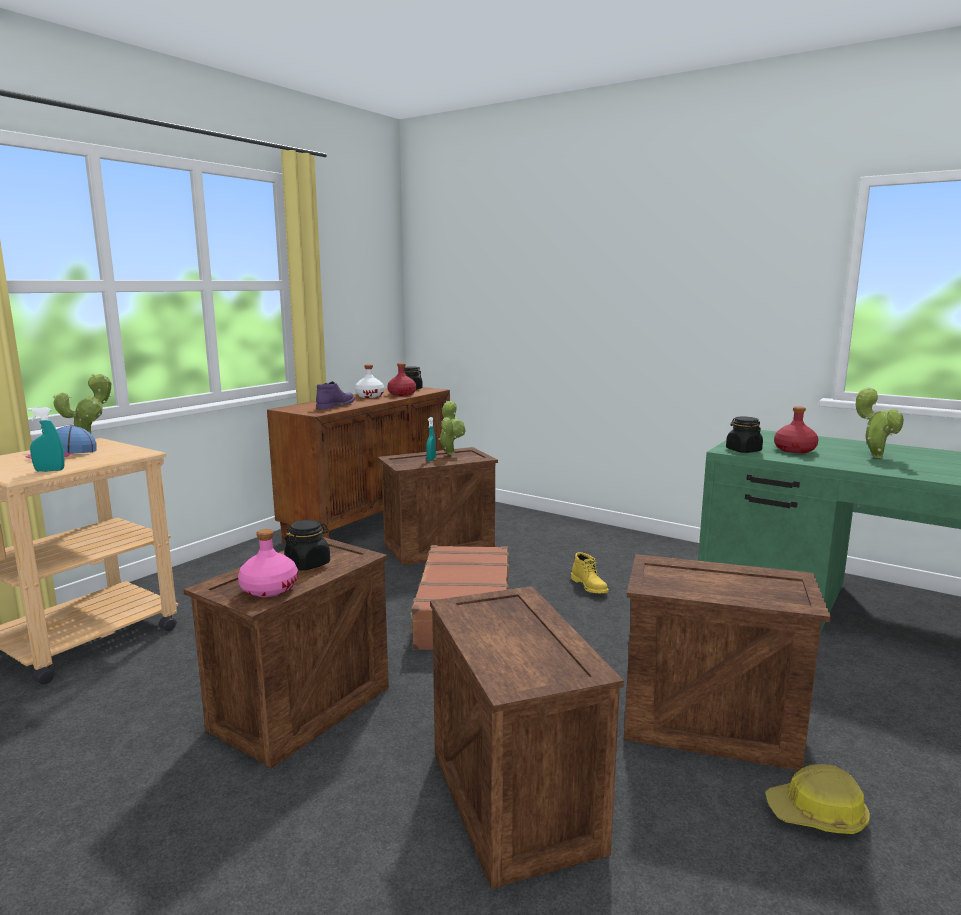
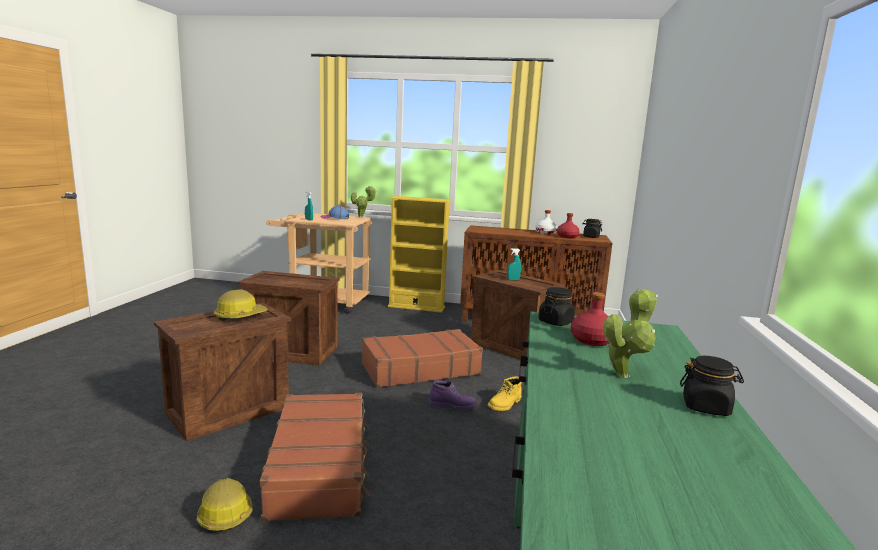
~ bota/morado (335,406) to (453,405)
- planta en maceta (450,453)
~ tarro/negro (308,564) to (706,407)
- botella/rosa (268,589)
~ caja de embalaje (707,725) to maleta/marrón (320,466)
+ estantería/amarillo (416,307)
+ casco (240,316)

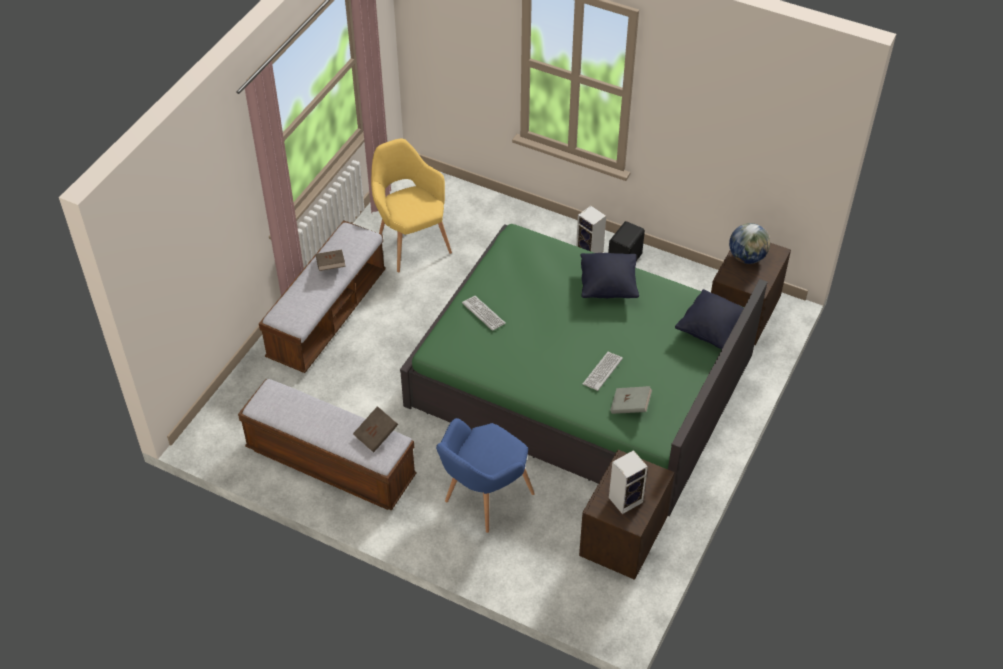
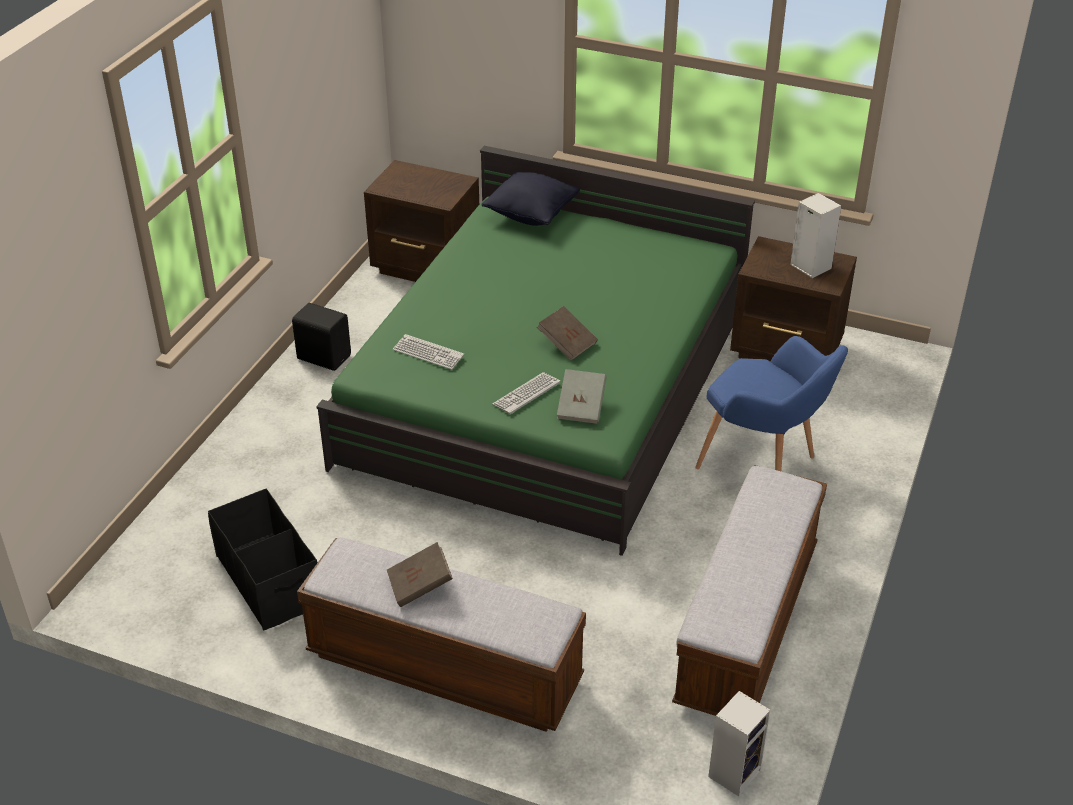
~ sillón/amarillo (410,241) to caja de almacenaje/negro (269,580)
~ altavoz (590,251) to (734,772)
- globo terráqueo (747,257)
- cojín/negro (608,286)
~ teclado (602,371) to (428,353)
~ libro/gris (630,406) to (581,407)
~ libro/marrón (376,435) to (567,343)

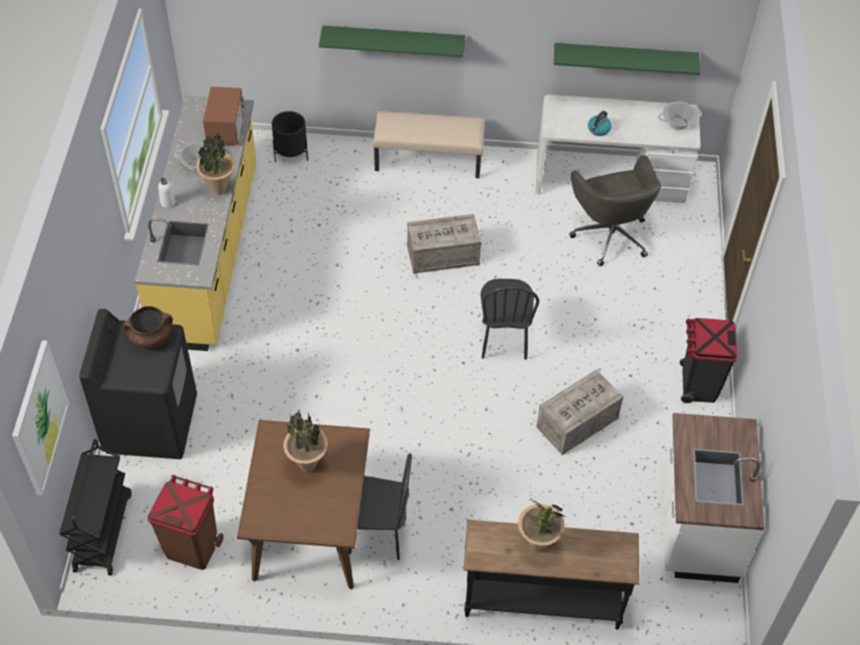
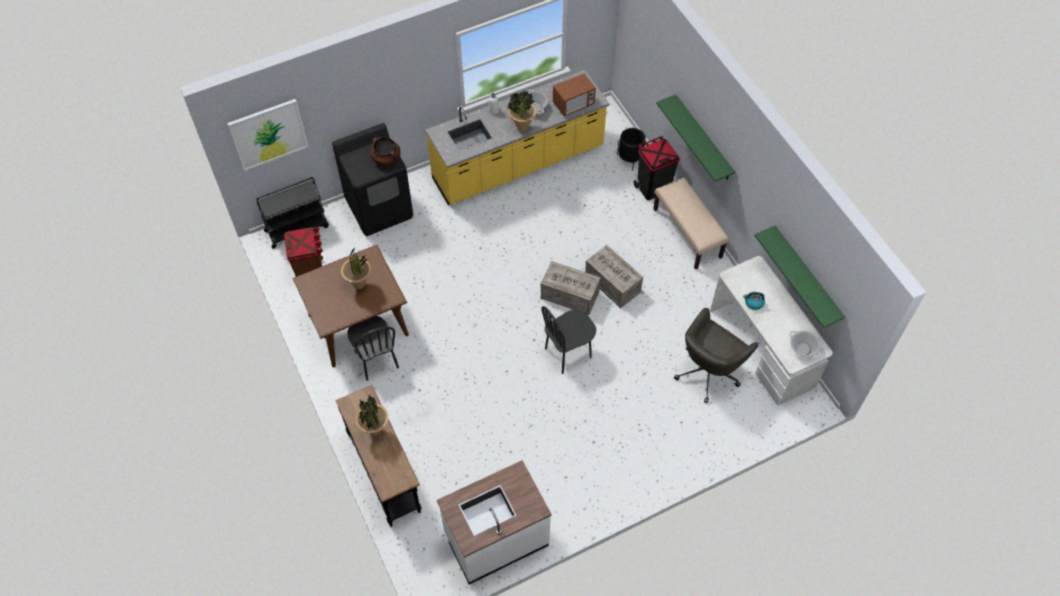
~ papelera/negro (698,385) to (653,187)
~ caja de embalaje (576,423) to (568,295)

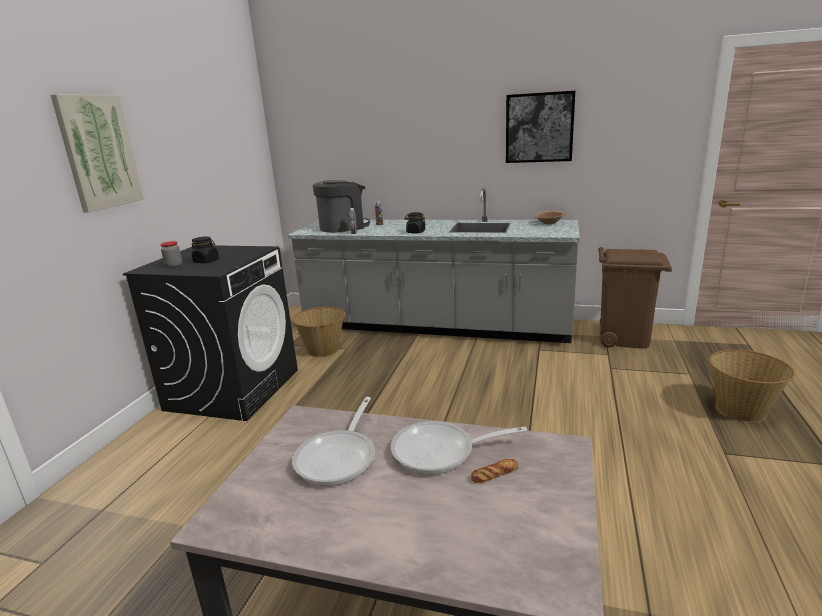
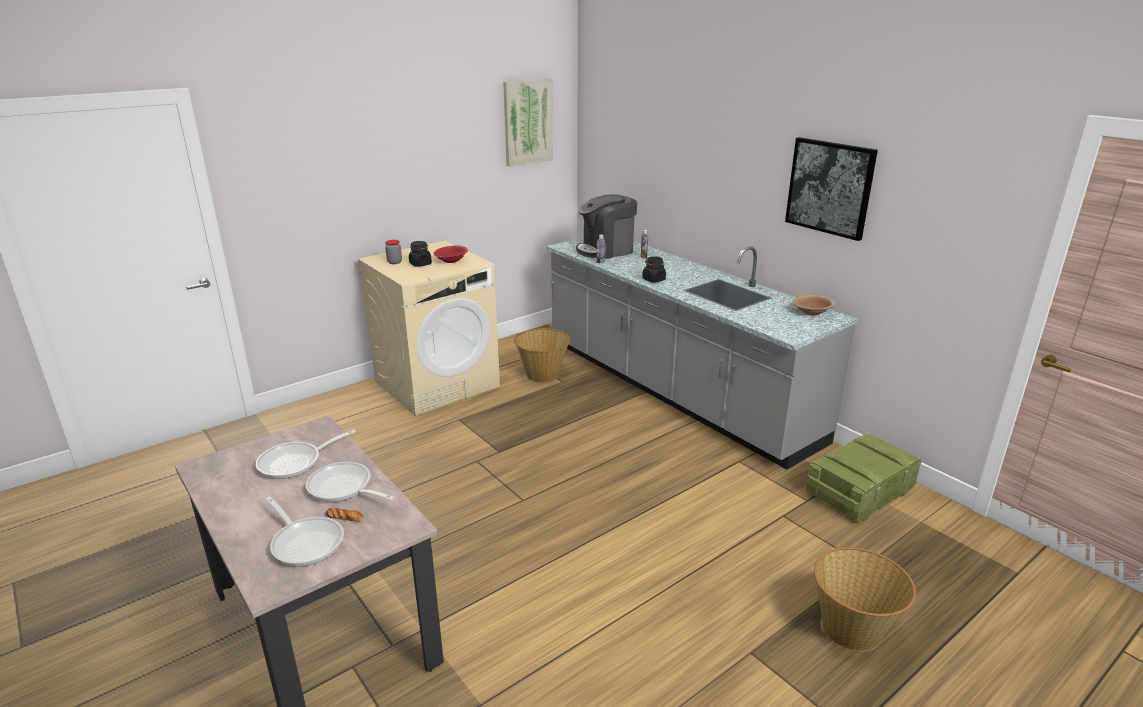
~ cuadro (98,152) to (527,122)
~ cafetera (343,227) = (606,250) 150 degrees clockwise
~ lavadora/negro (234,389) to lavadora/beis (437,383)
~ papelera/marrón (624,338) to caja de embalaje (860,491)
+ cuenco/rojo (451,261)
+ sartén (305,542)

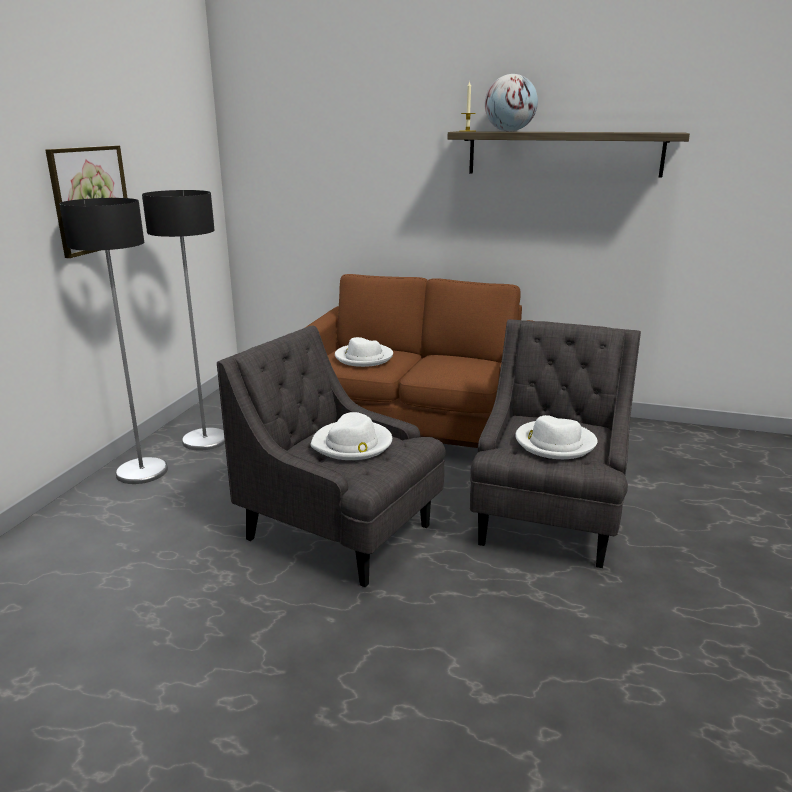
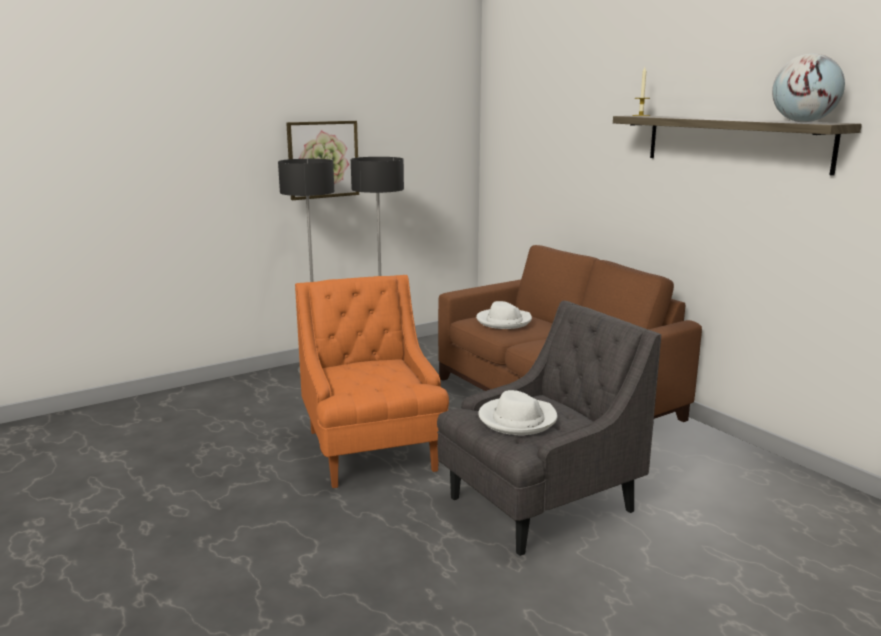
~ globo terráqueo (509,131) to (803,122)
~ sillón/gris (341,533) to sillón/naranja (372,451)
- sombrero/blanco (352,444)

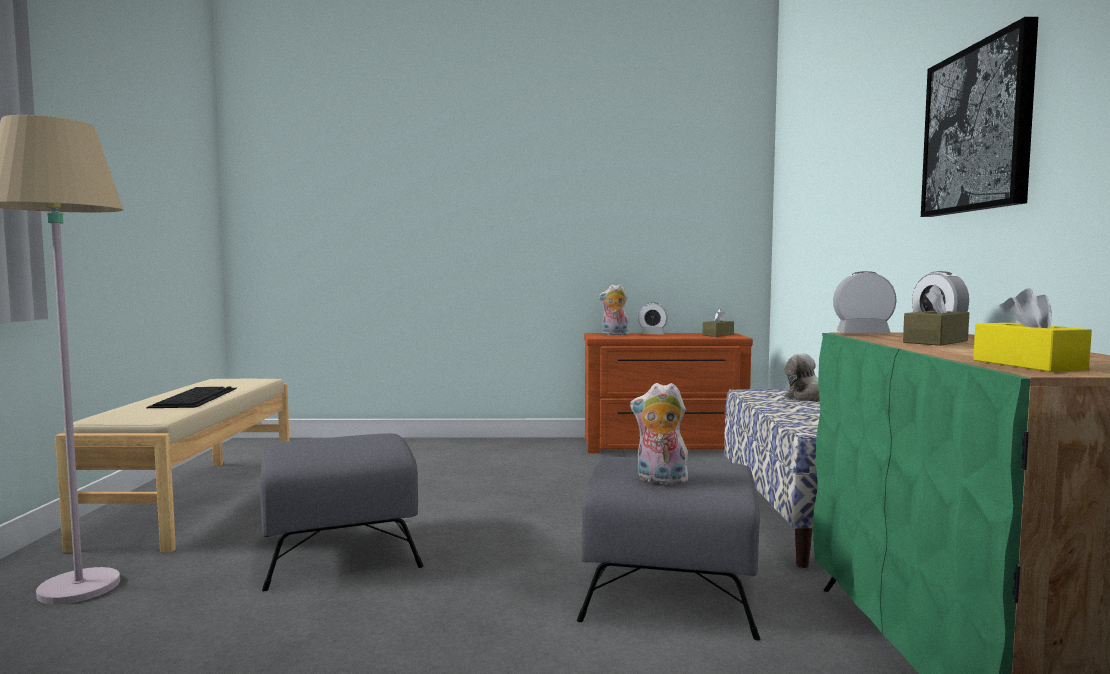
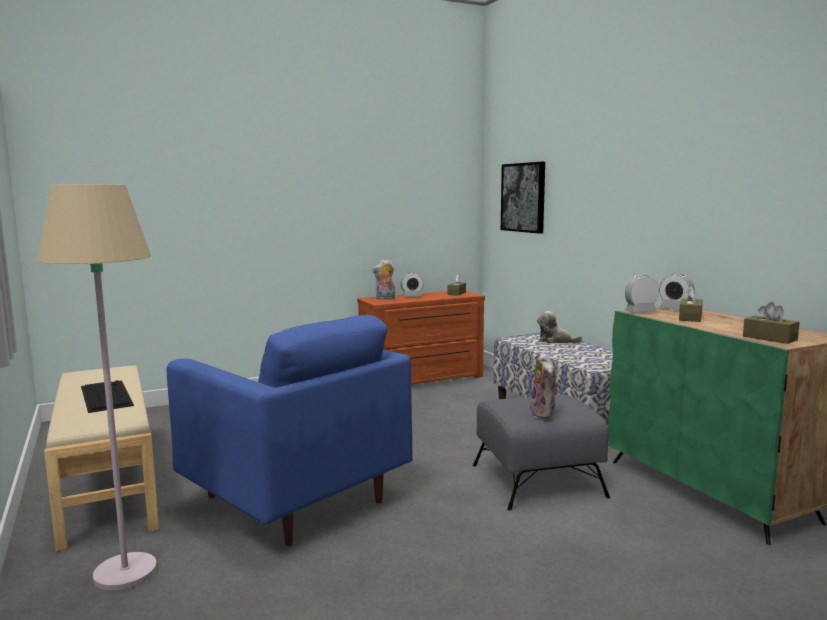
~ cuadro (978,129) to (523,197)
~ caja de pañuelos/amarillo (1028,365) to caja de pañuelos/marrón (769,338)
~ peluche (660,480) = (544,413) 90 degrees counterclockwise
~ puf/gris (338,550) to sillón/azul (294,499)

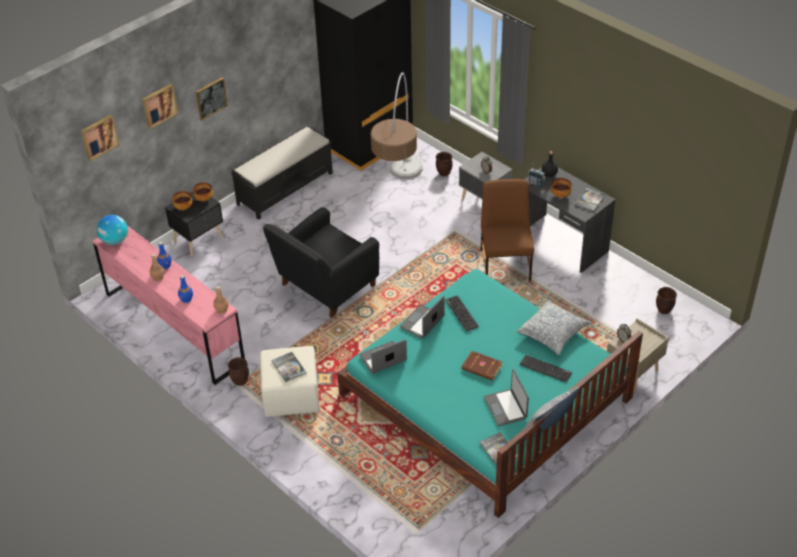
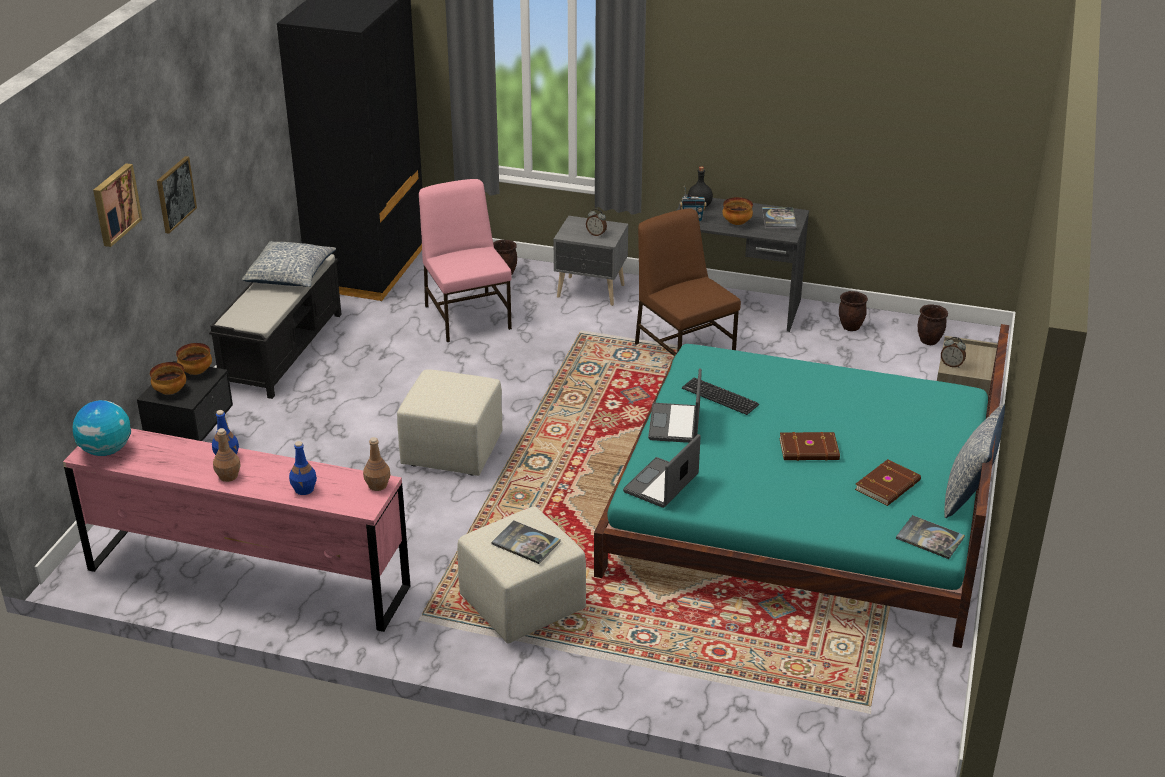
~ lámpara de pie (400,197) to silla/rosa (468,316)
- cuadro (99,137)
~ sillón/negro (324,287) to puf/beis (451,451)
~ cojín (553,333) to (290,275)
- teclado (545,369)
~ maceta/marrón (240,381) to (851,327)
~ portátil (506,408) to libro/marrón (888,485)

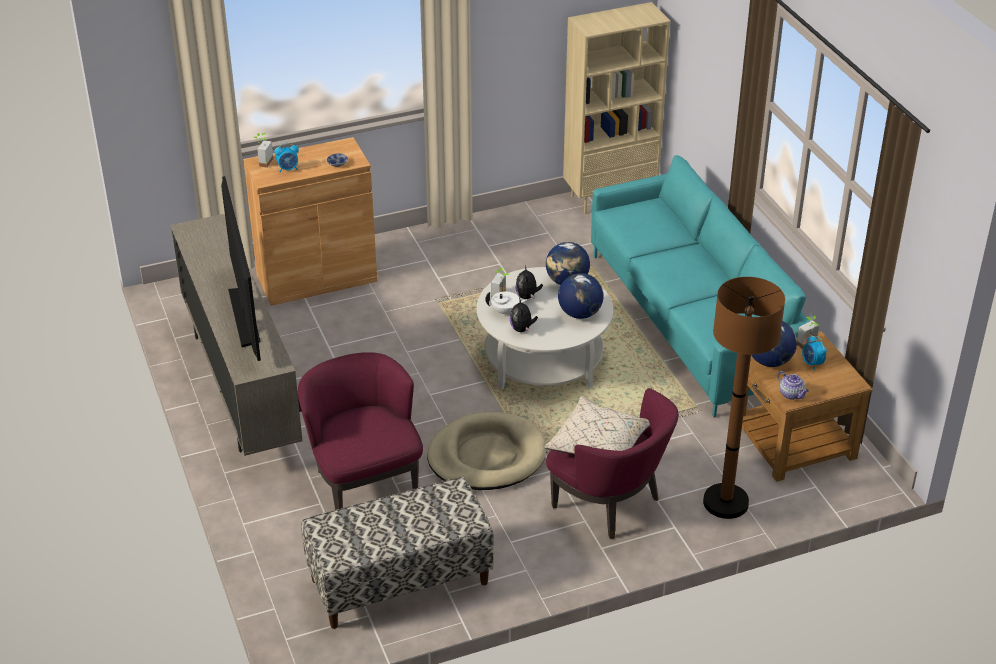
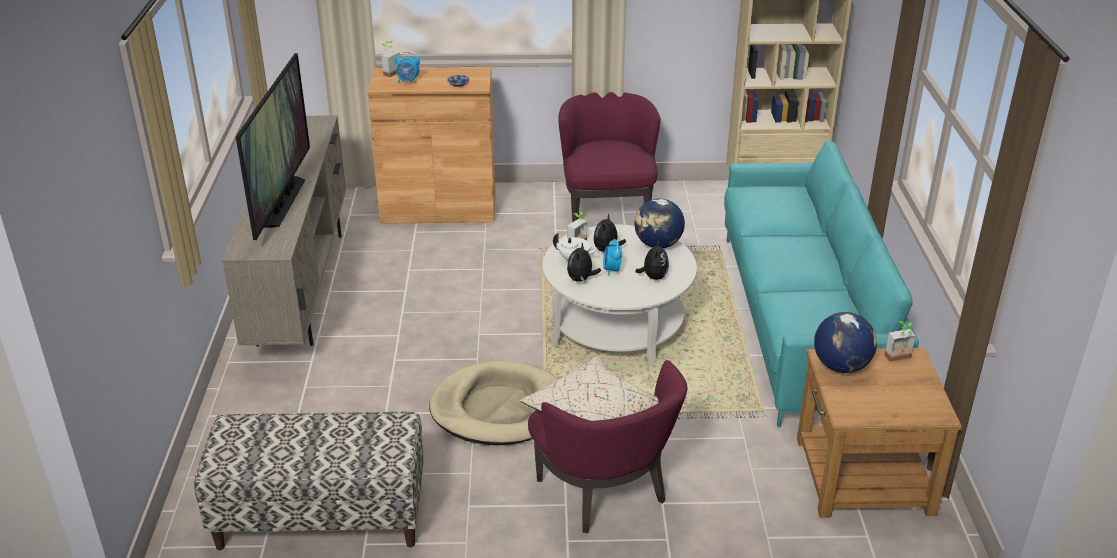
~ globo terráqueo (580,313) to peluche (653,277)
- lámpara de pie/marrón (725,502)
~ despertador (812,363) to (612,270)
~ sillón/morado (364,480) to (607,208)
- tetera (791,394)

